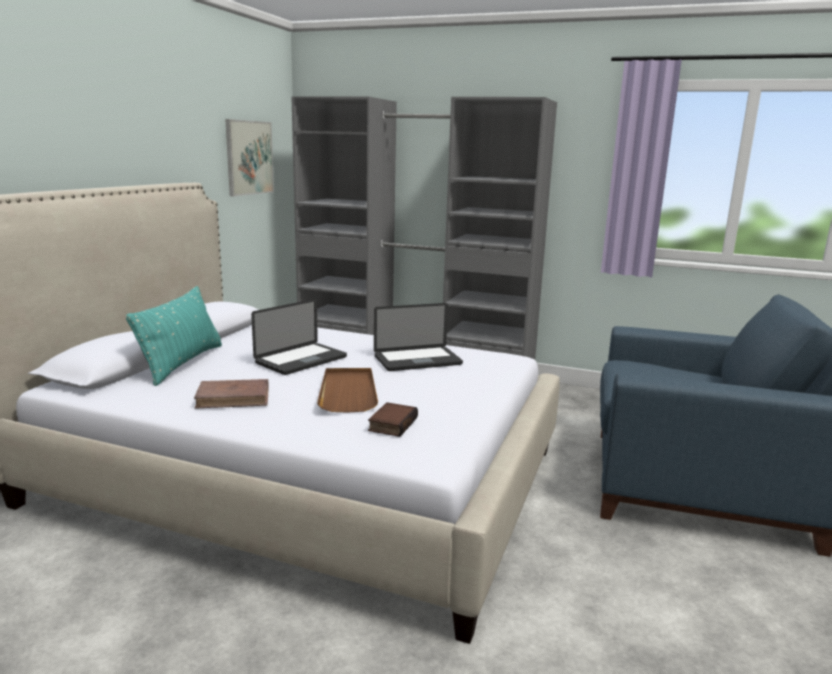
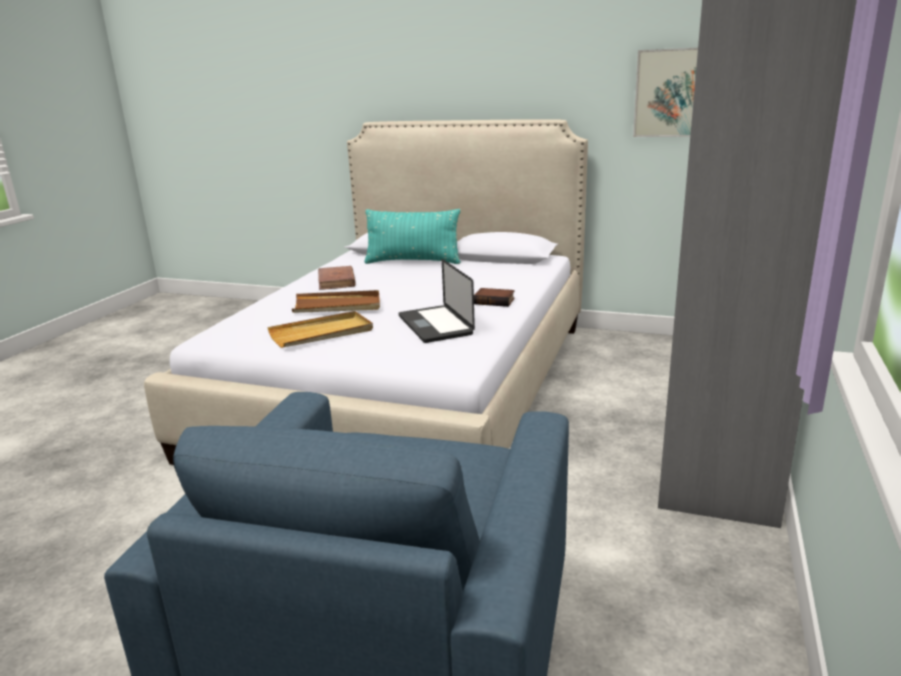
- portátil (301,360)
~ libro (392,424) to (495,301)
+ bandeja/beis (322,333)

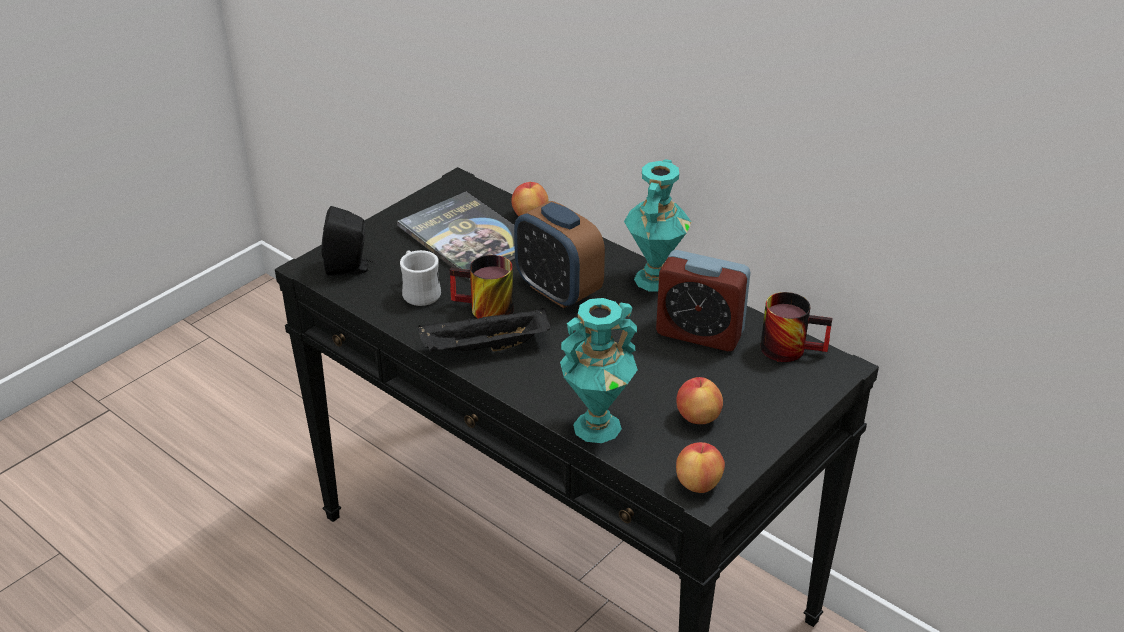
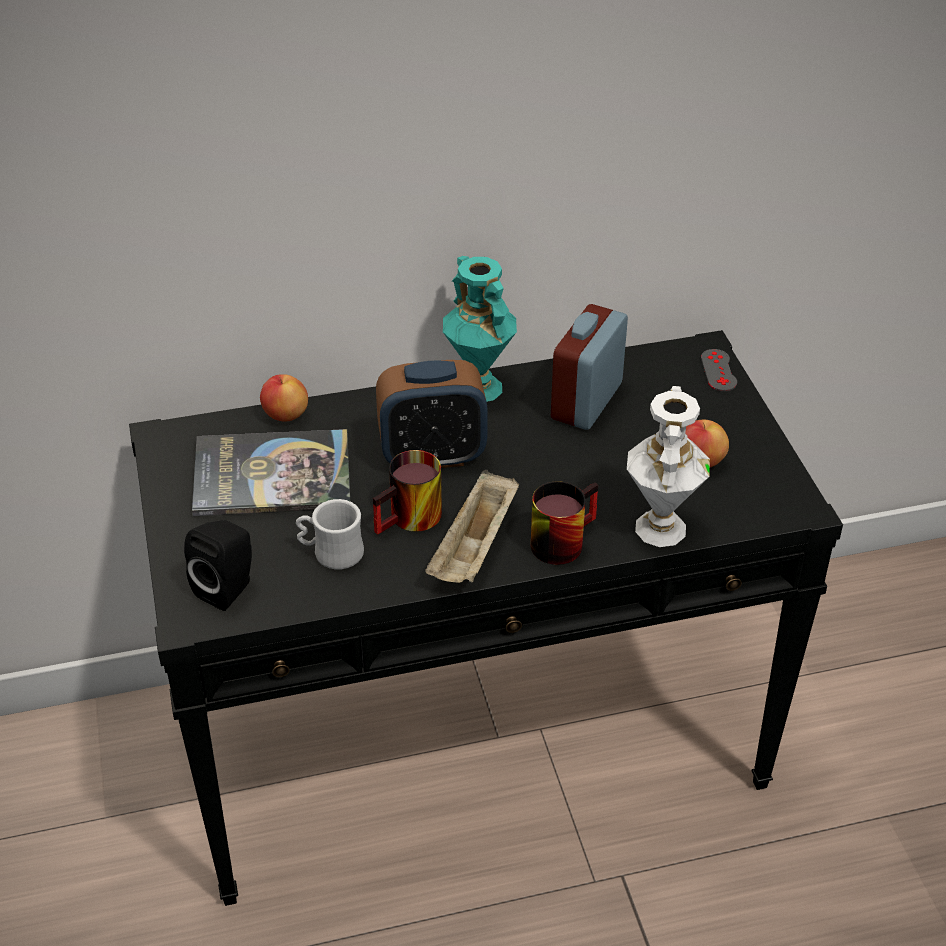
~ despertador (699,333) = (586,401) 150 degrees clockwise
~ taza grande (791,347) to (560,538)
~ florero/turquesa (597,426) to florero/blanco (659,527)
~ bandeja/negro (484,348) to bandeja/beis (475,548)
- manzana (698,484)
+ mando de consola/gris (718,370)

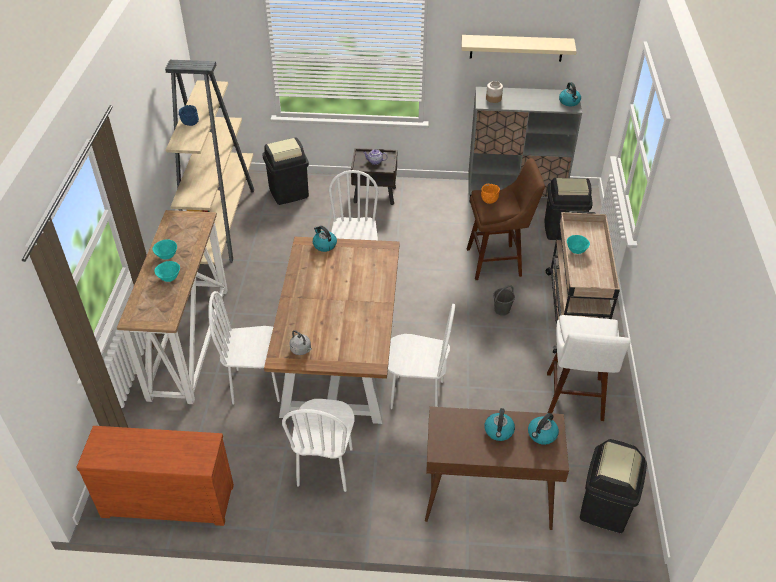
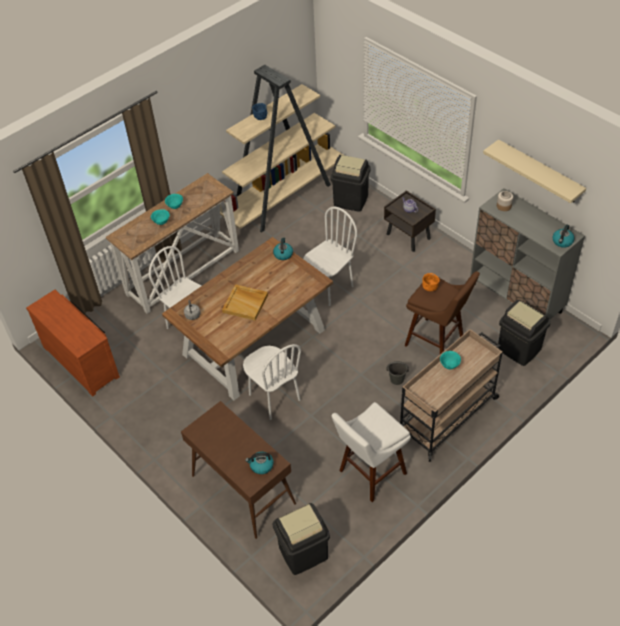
- silla/blanco (325,467)
- hervidor (499,431)
+ bandeja/beis (245,303)

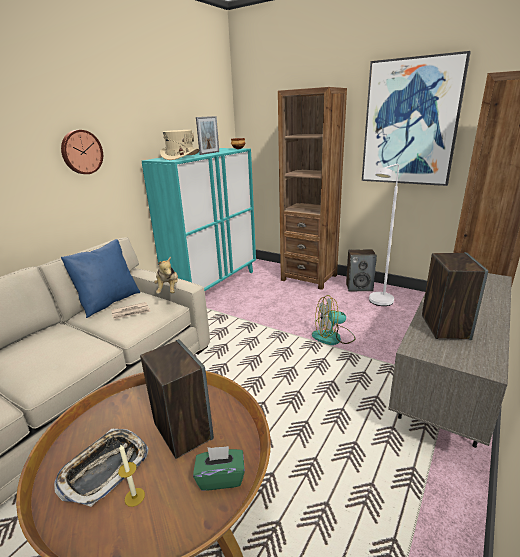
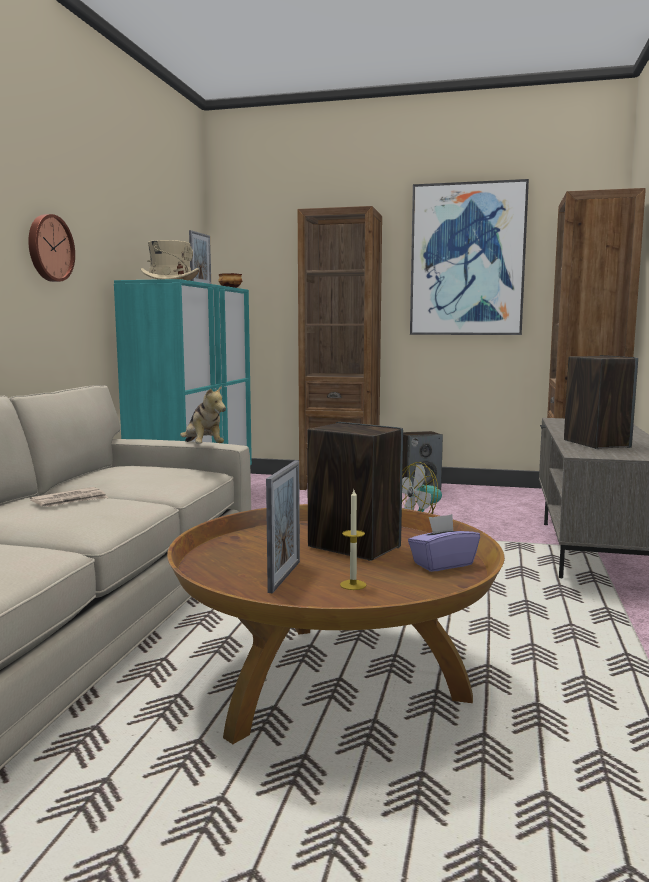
- lámpara de pie/blanco (378,303)
- cojín/azul (108,302)
~ periódico (131,312) to (70,501)
~ bandeja (104,468) to portarretratos (284,576)
~ caja de pañuelos/verde (221,477) to caja de pañuelos/morado (442,564)

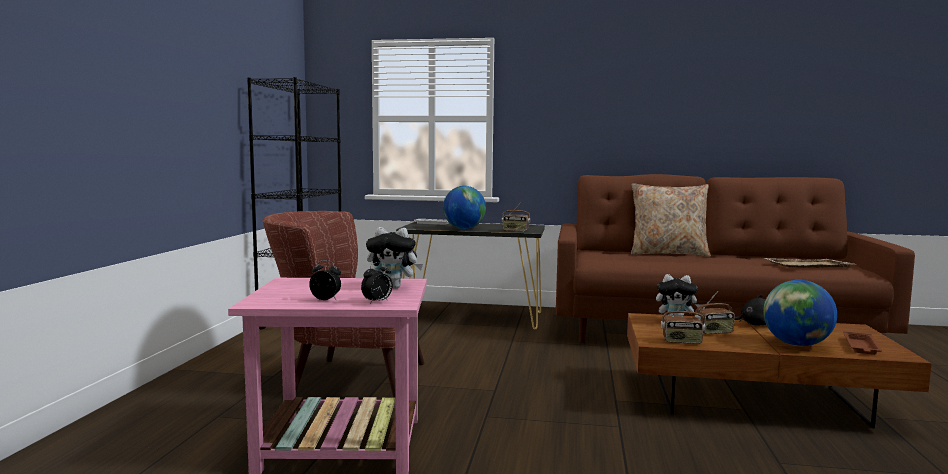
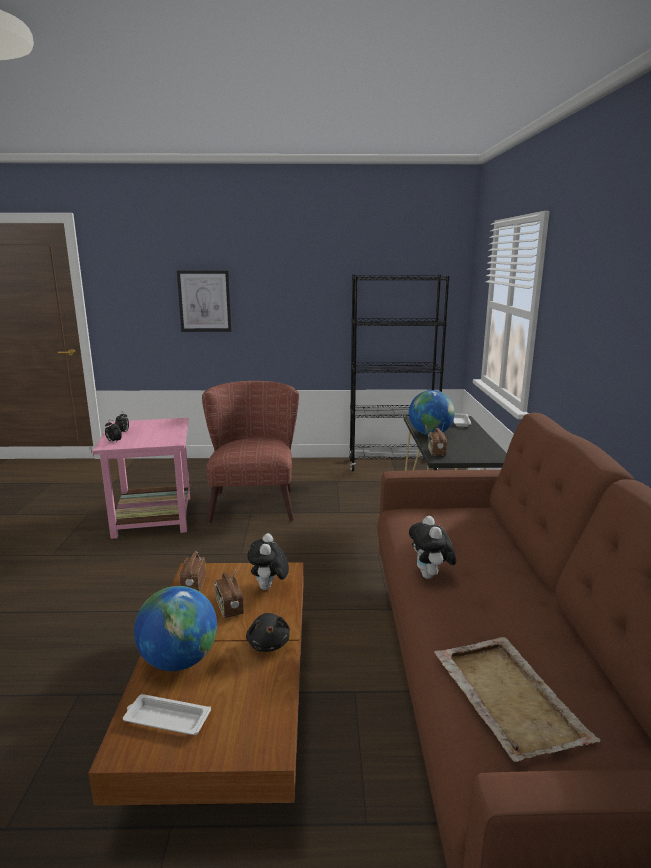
- cojín/beis (668,253)
~ peluche (394,287) to (430,576)
~ bandeja/marrón (861,347) to bandeja/blanco (166,719)
+ cuadro (204,301)

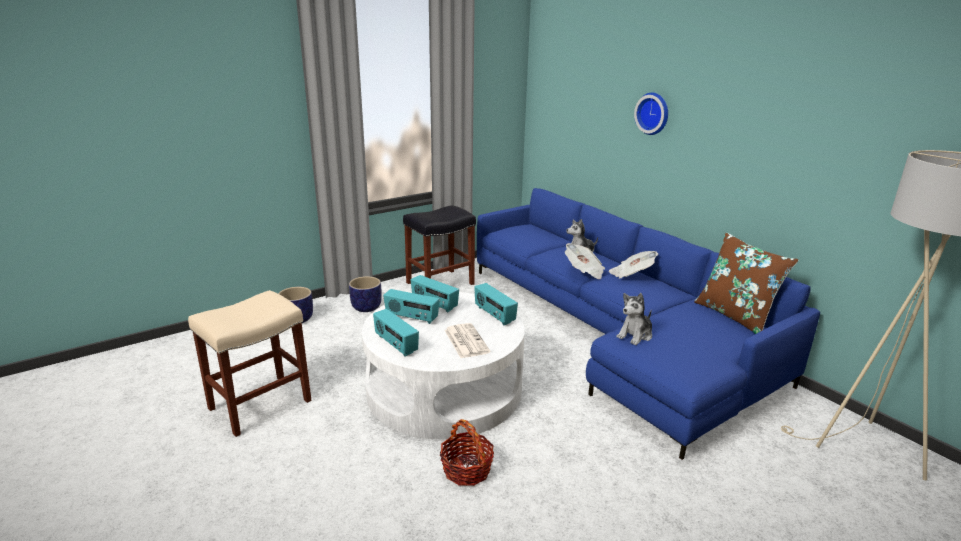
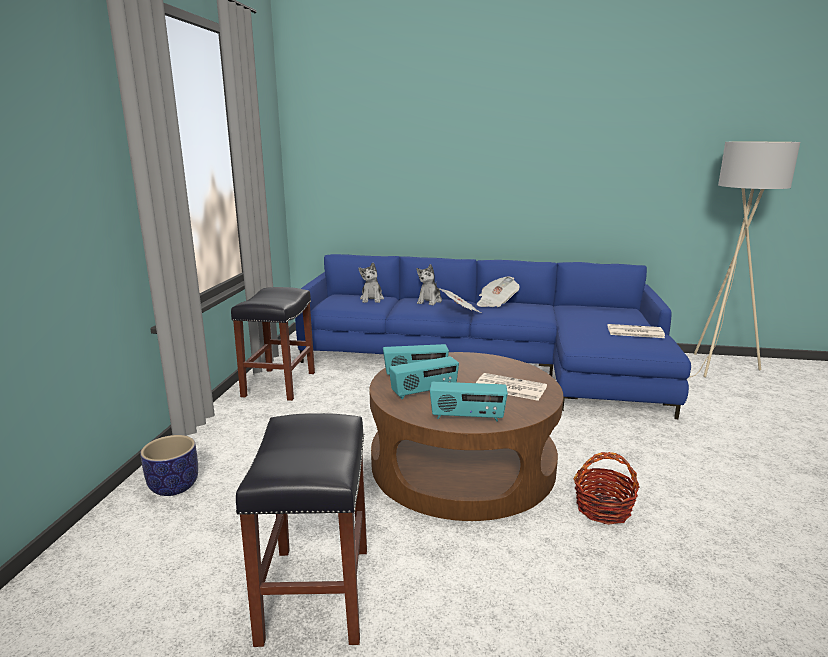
- reloj de pared (653,113)
- cojín/marrón (735,316)
- maceta (366,307)
- radio (494,315)
~ taburete/beis (261,404) to taburete/negro (315,591)
~ mesa de centro/blanco (444,388) to mesa de centro/marrón (462,463)
~ peluche (635,335) to (372,299)
+ periódico (634,332)

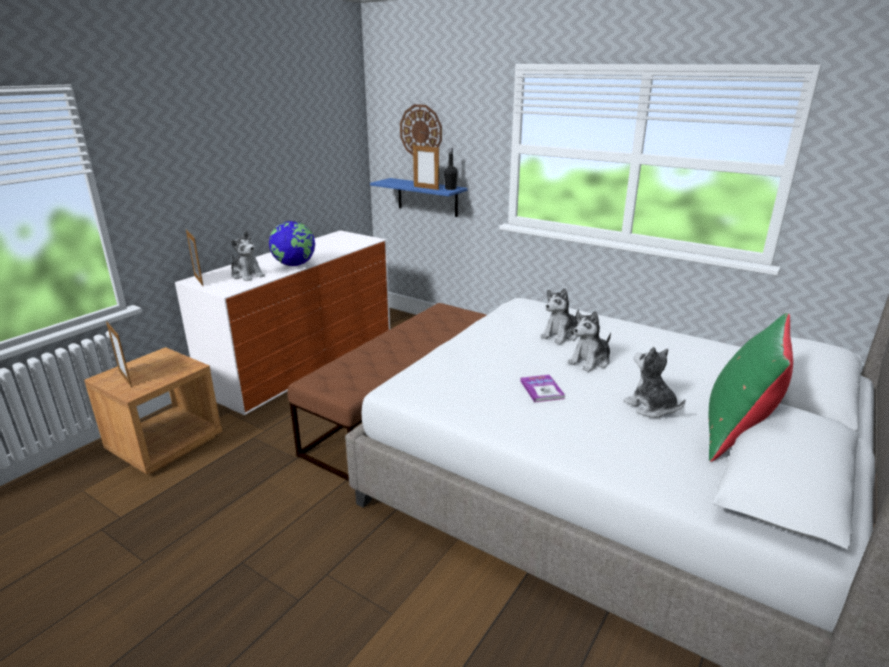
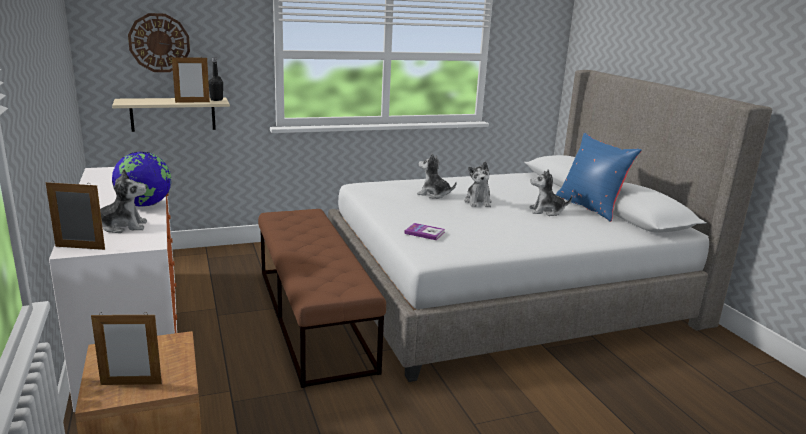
~ estante/azul (427,197) to estante/beis (173,114)
~ peluche (561,335) = (434,194) 120 degrees clockwise
~ cojín/verde (737,431) to cojín/azul (590,207)
~ libro (542,389) to (424,233)

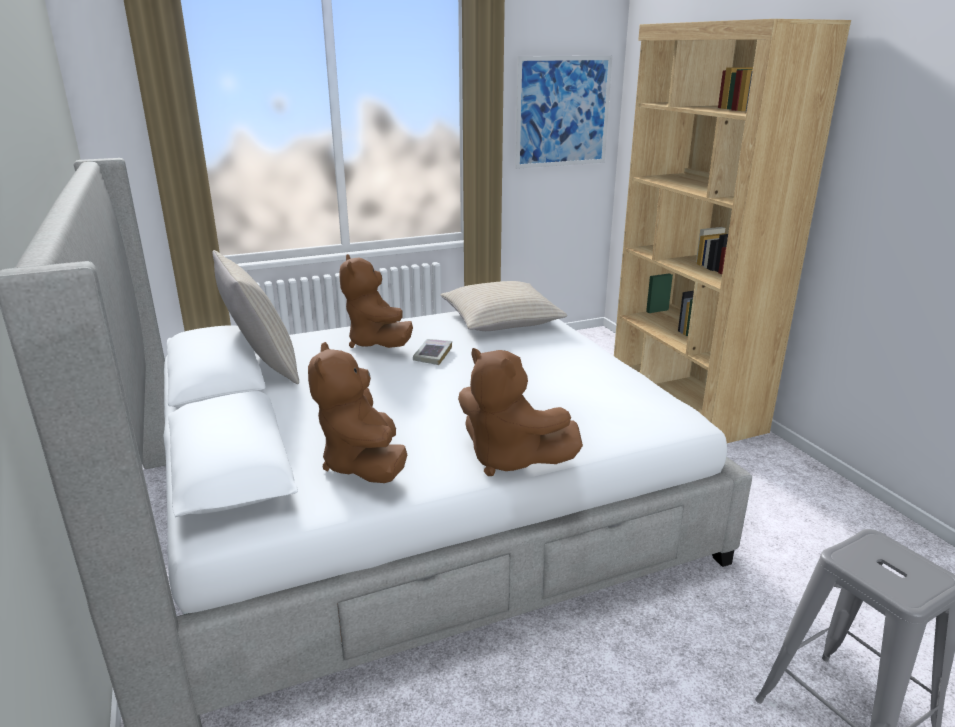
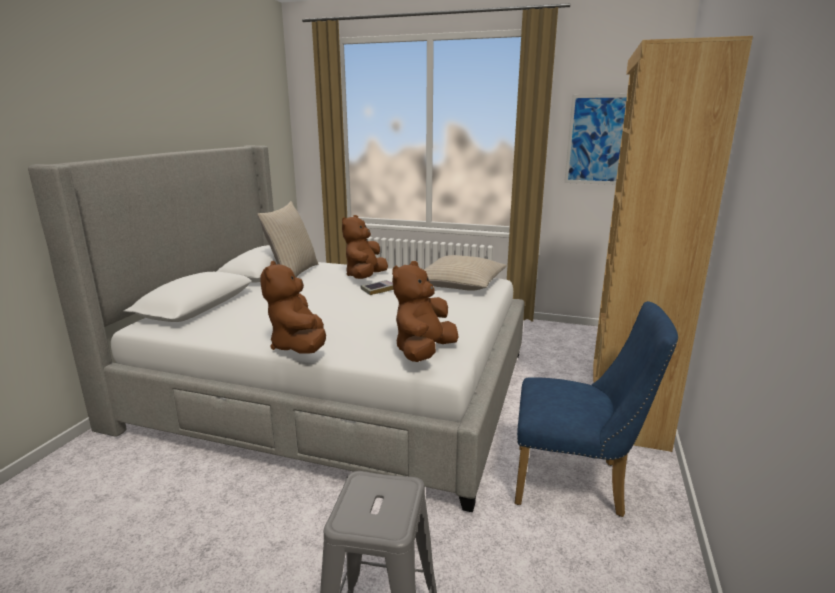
~ peluche/marrón (364,465) to (423,352)
+ silla/azul (577,484)

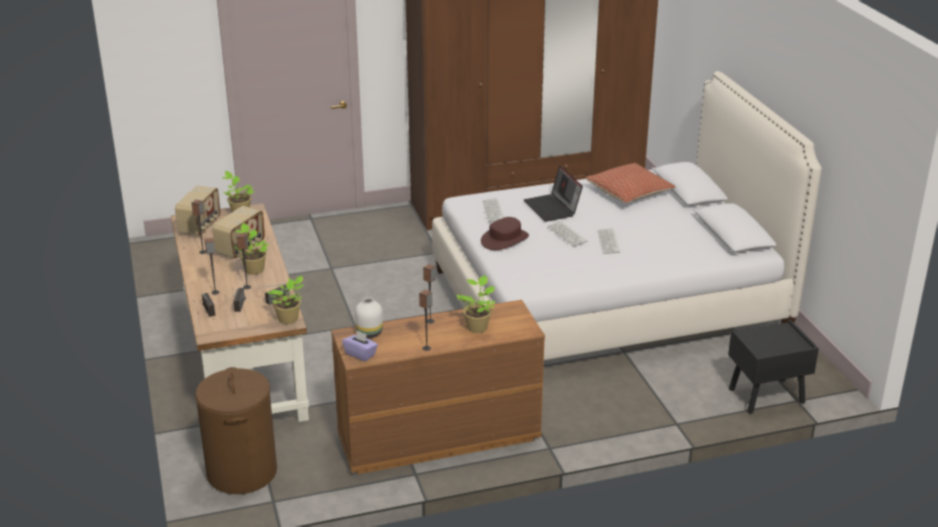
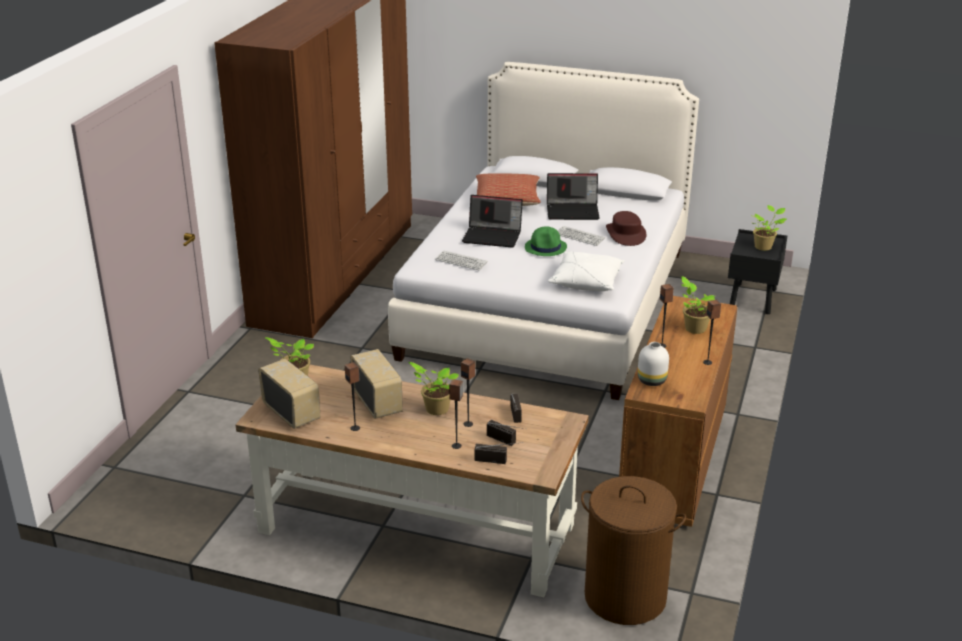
~ sombrero/marrón (505,239) to (626,234)
~ teclado (567,234) to sombrero/verde (546,247)
~ planta en maceta (289,319) to (764,246)
- caja de pañuelos/morado (360,354)
+ portátil (573,211)
+ cojín/blanco (586,281)

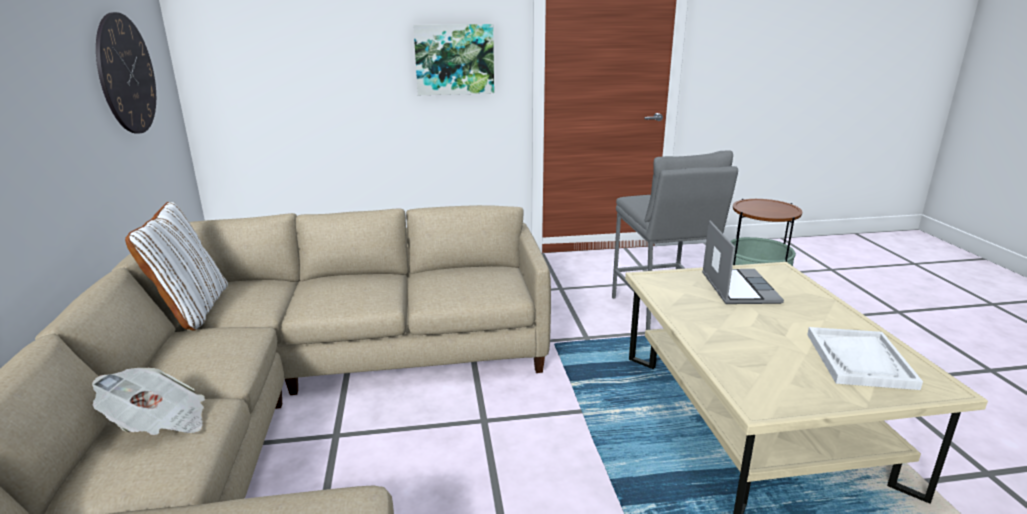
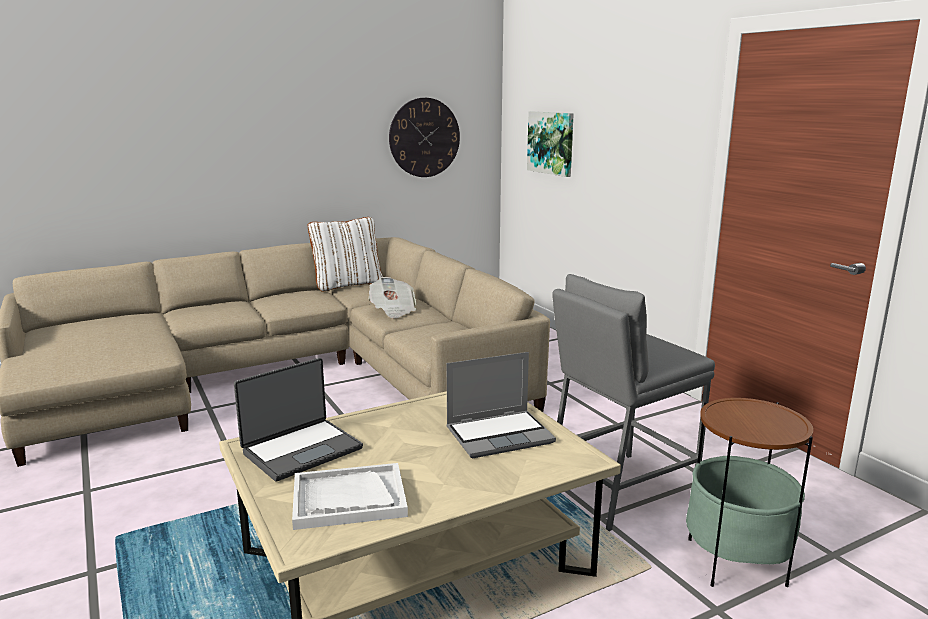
~ cuadro (454,59) to (551,143)
~ periódico (159,423) to (393,310)
+ portátil (301,450)

